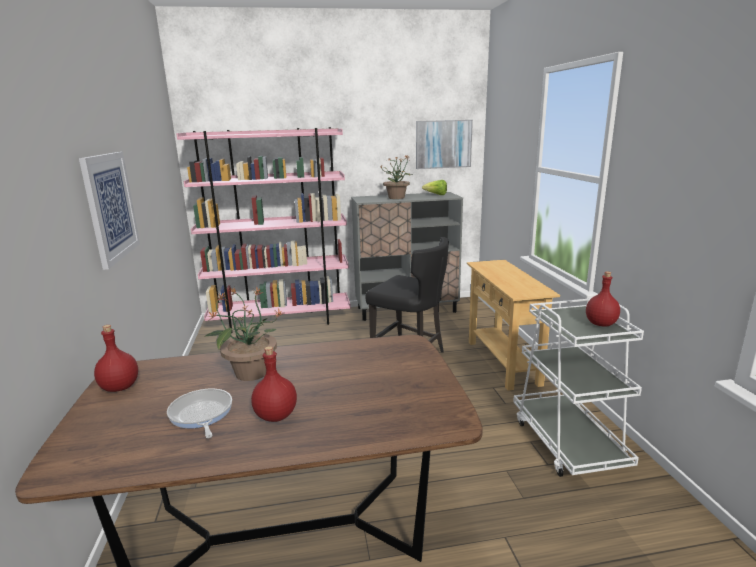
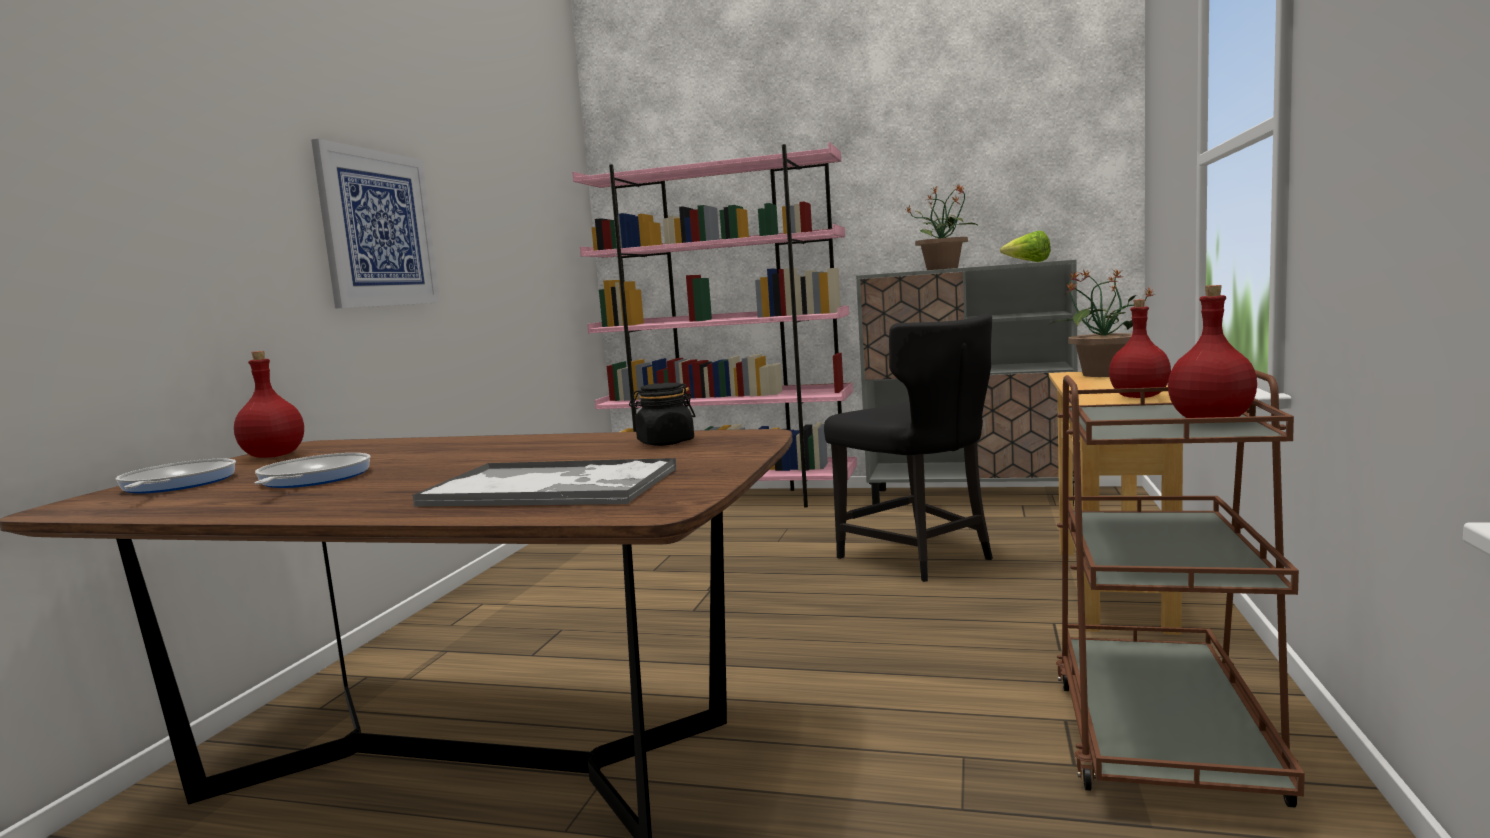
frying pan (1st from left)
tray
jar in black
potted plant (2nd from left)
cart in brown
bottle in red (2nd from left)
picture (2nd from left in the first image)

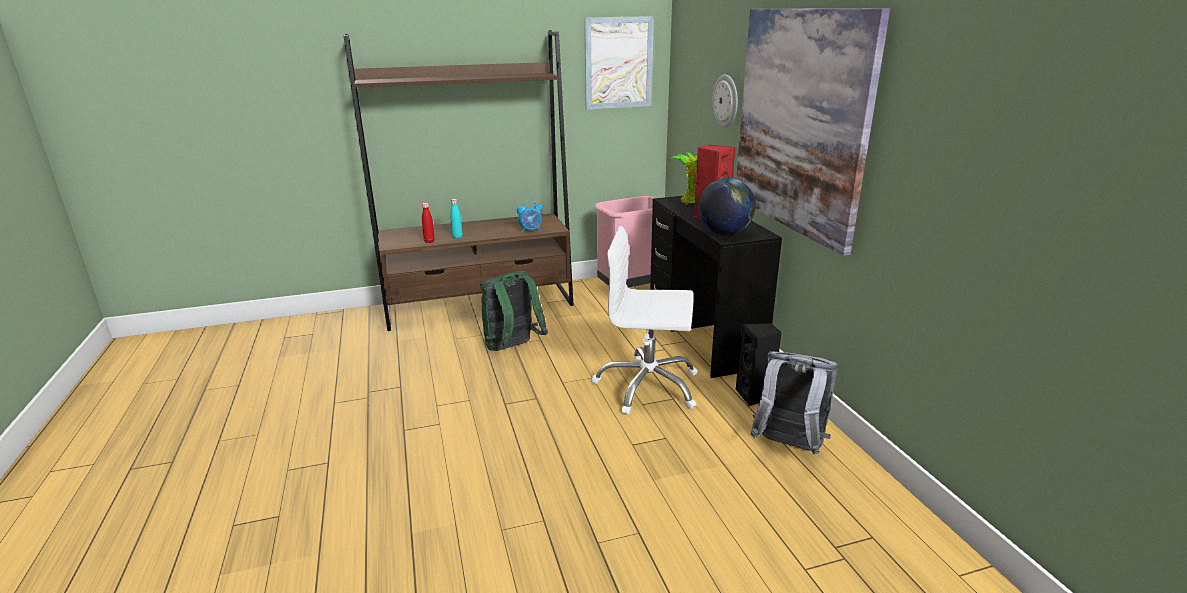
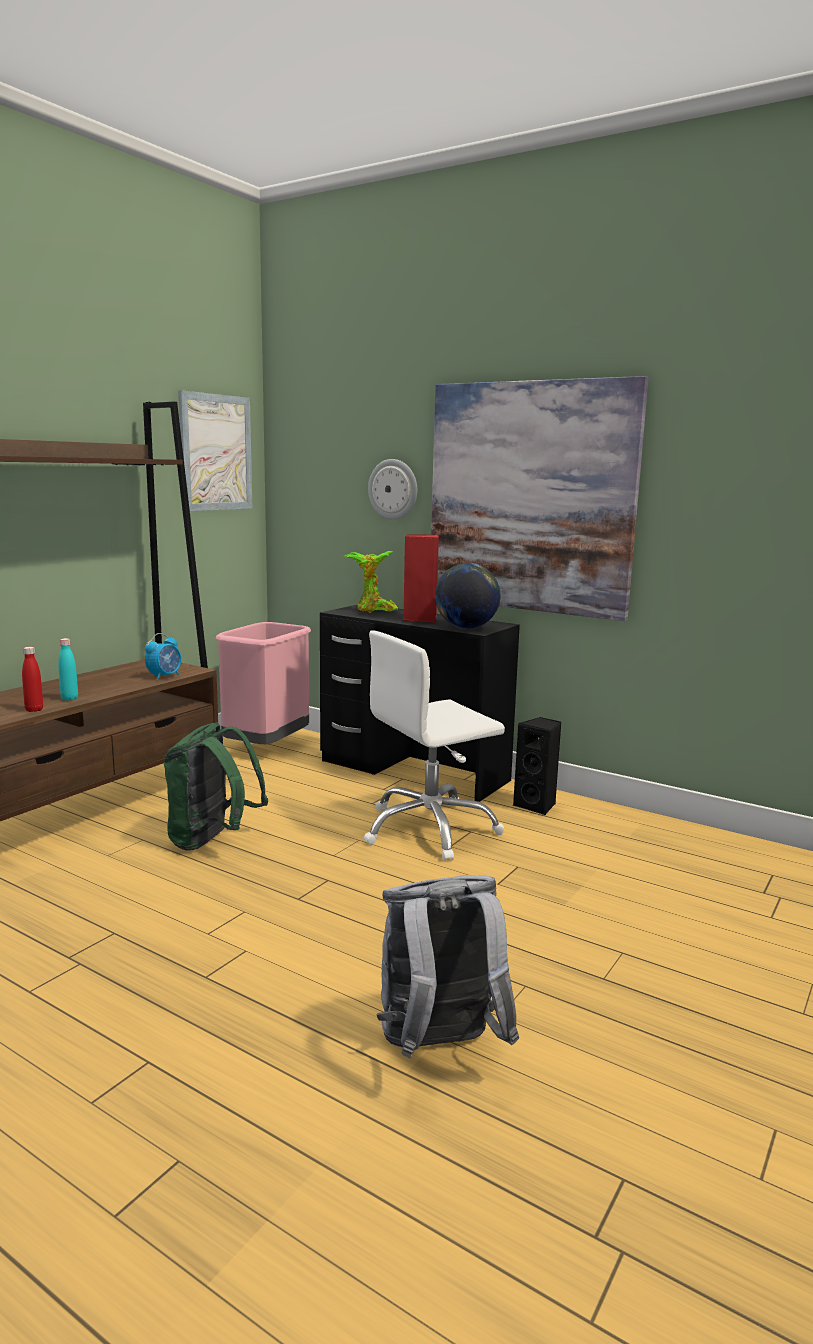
backpack in grey

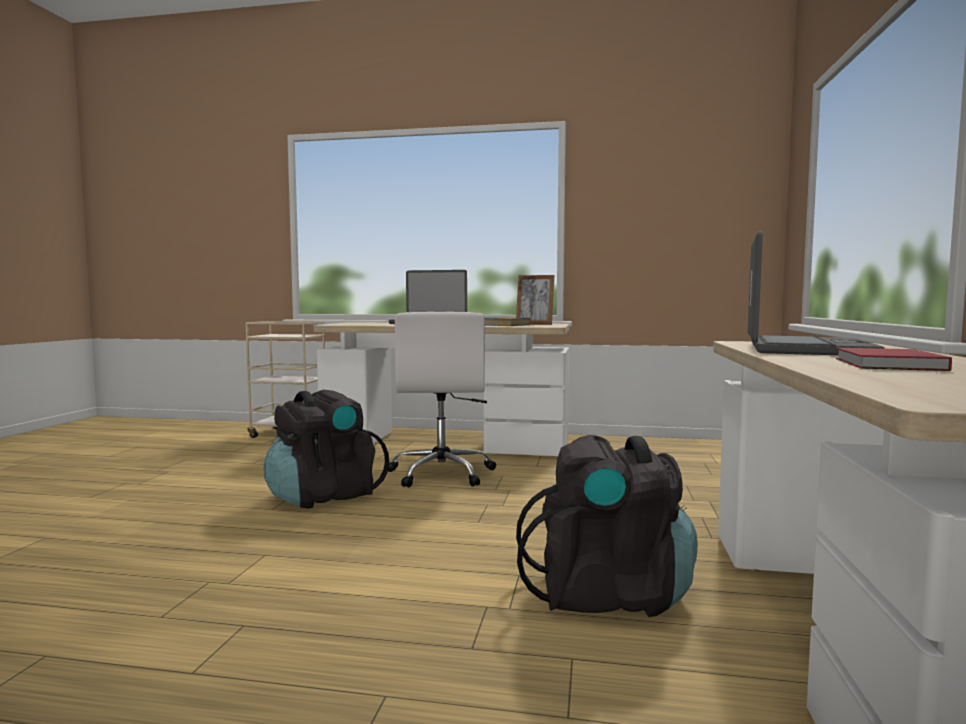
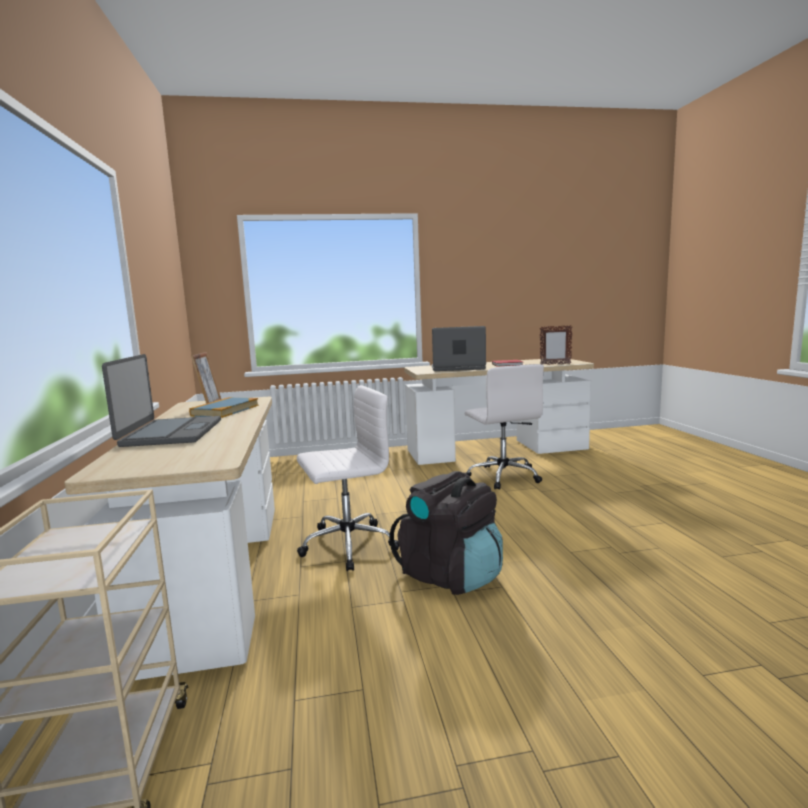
office chair in white (2nd from left)
picture frame (2nd from left)

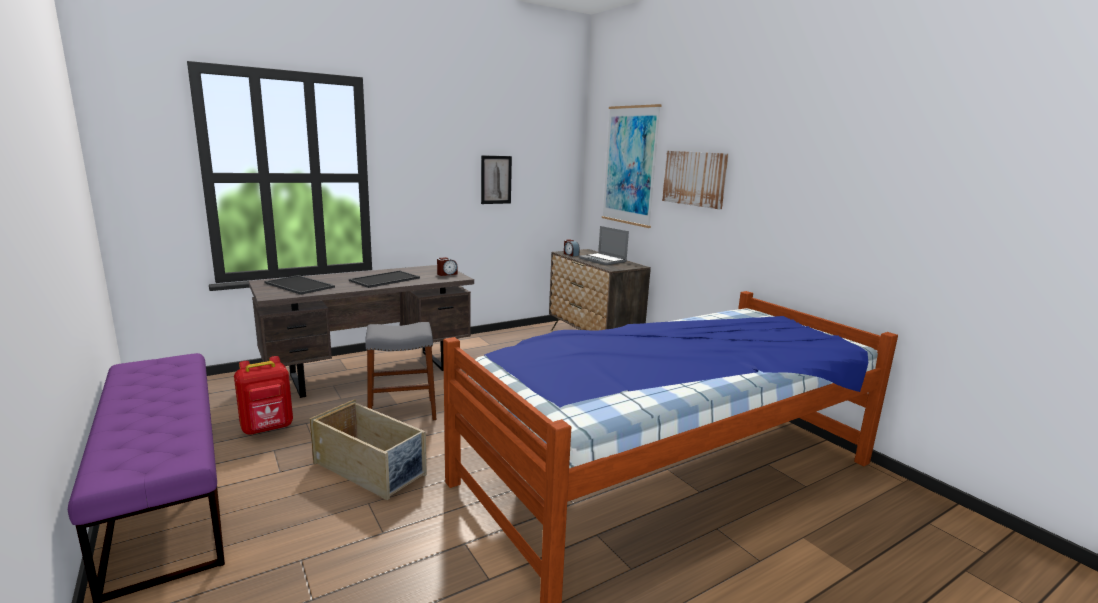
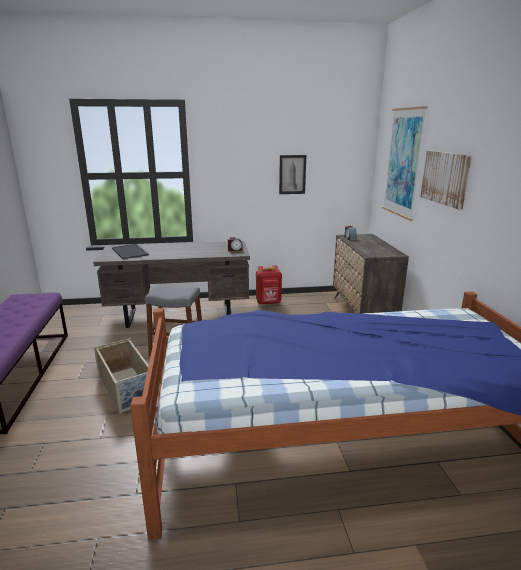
backpack in red
tray (2nd from left in the first image)
laptop

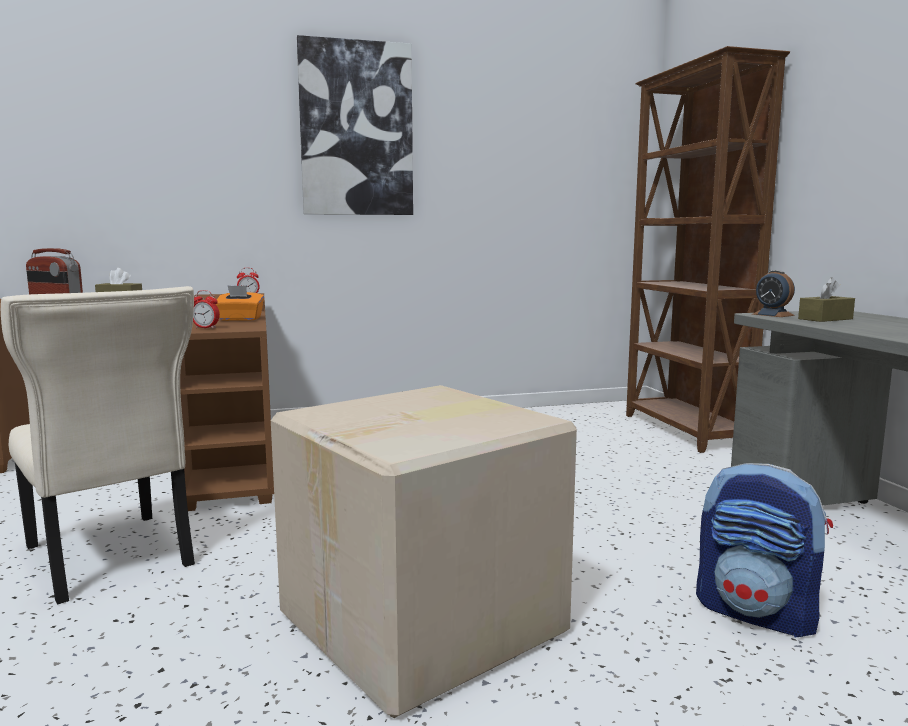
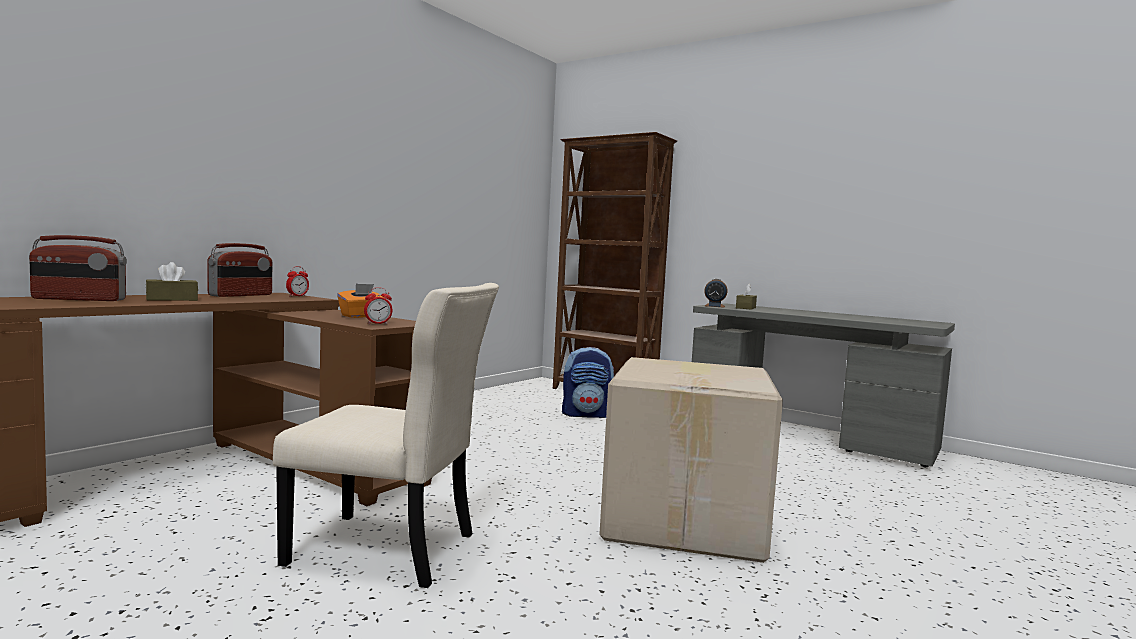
radio (2nd from left)
backpack
picture

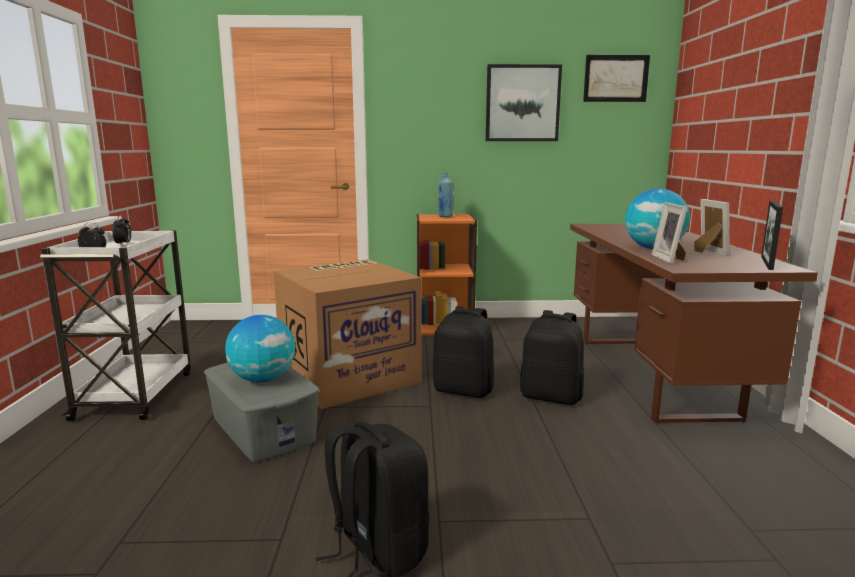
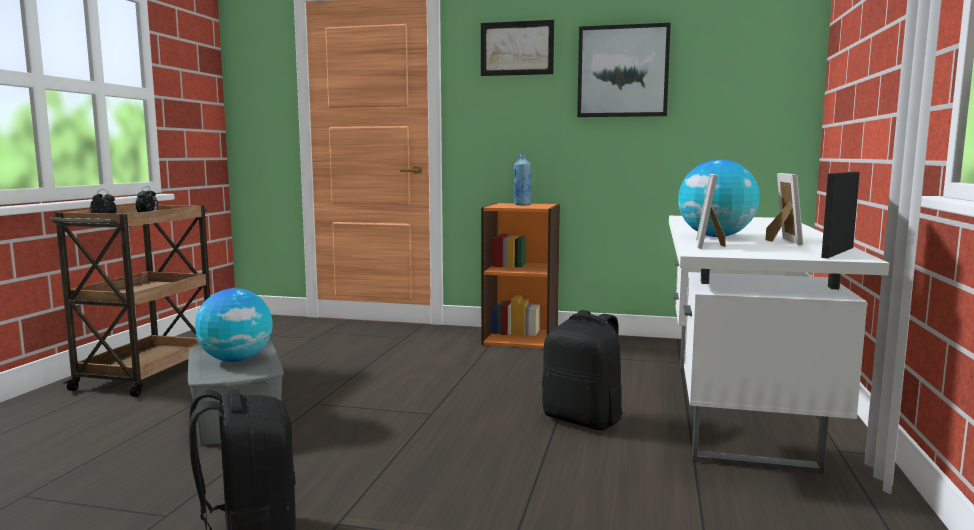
cart in brown
picture (1st from left)
desk in white
cardboard box
backpack in black (2nd from left in the first image)

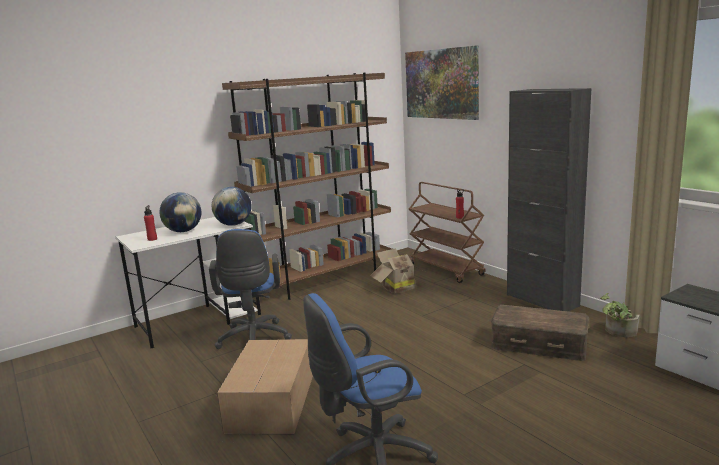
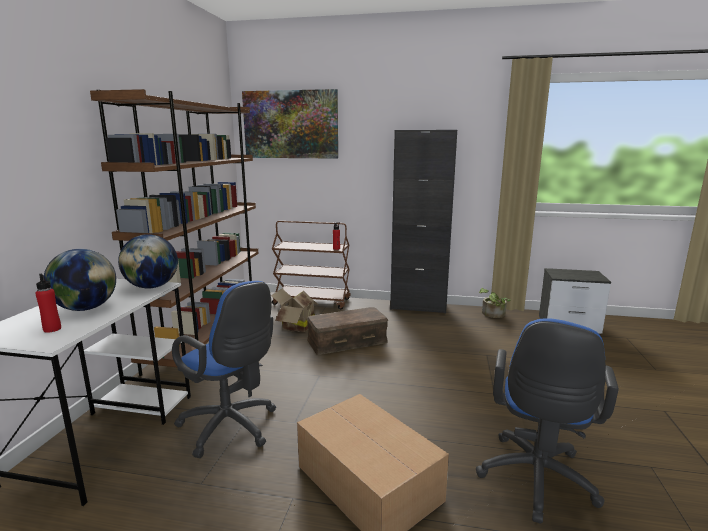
storage box in brown

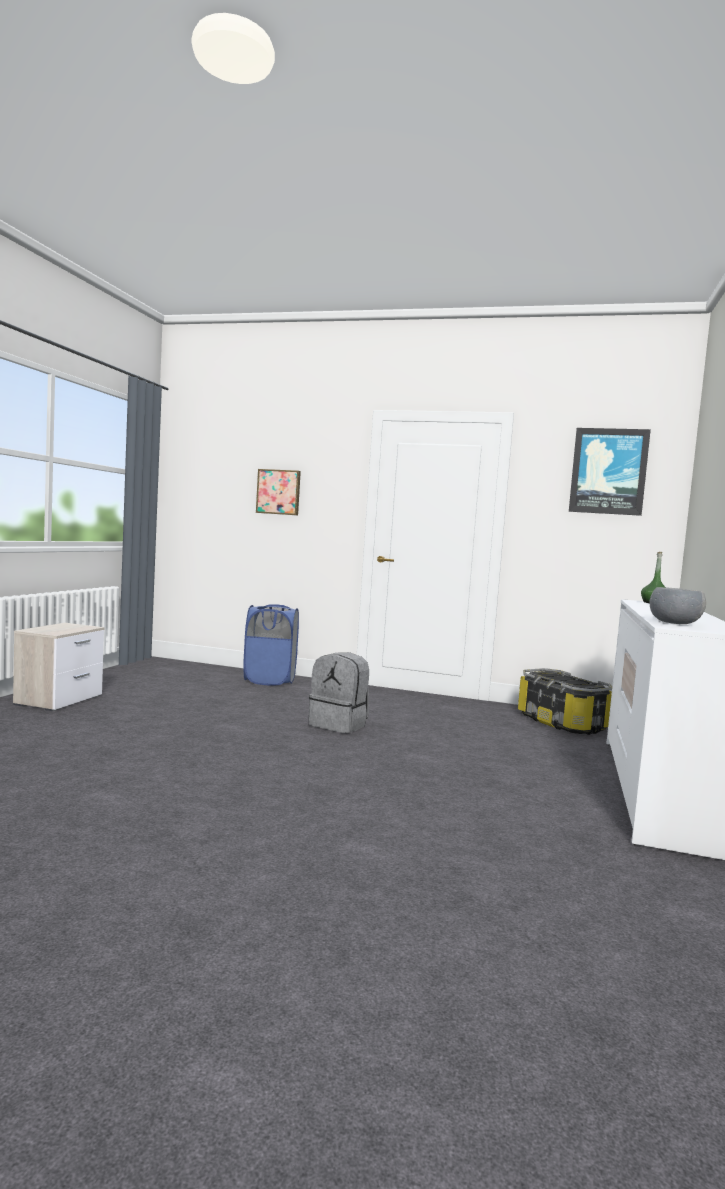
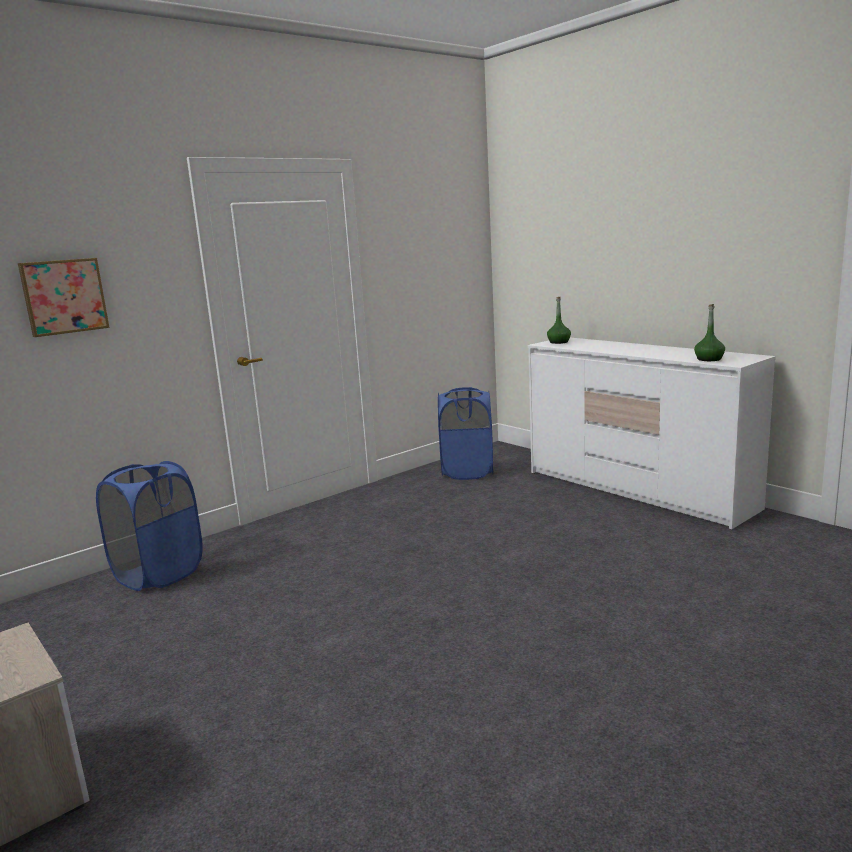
laundry basket in blue (2nd from left)
bottle in green (2nd from left)
backpack in grey
picture (2nd from left in the first image)

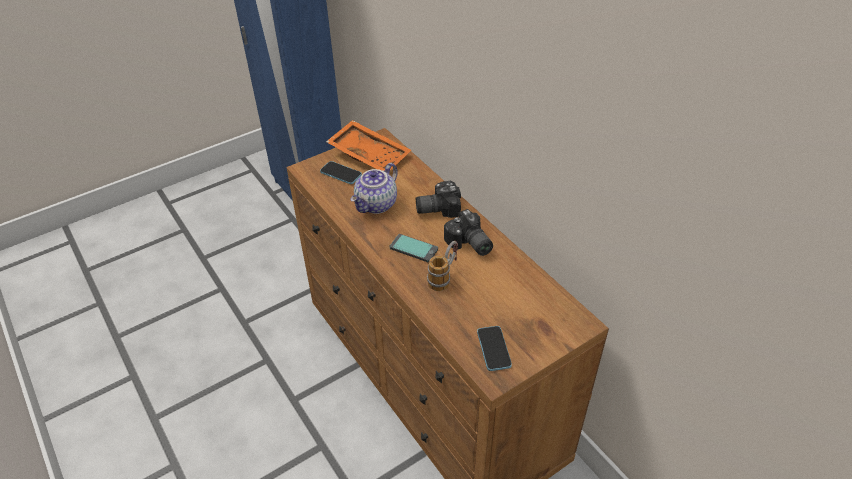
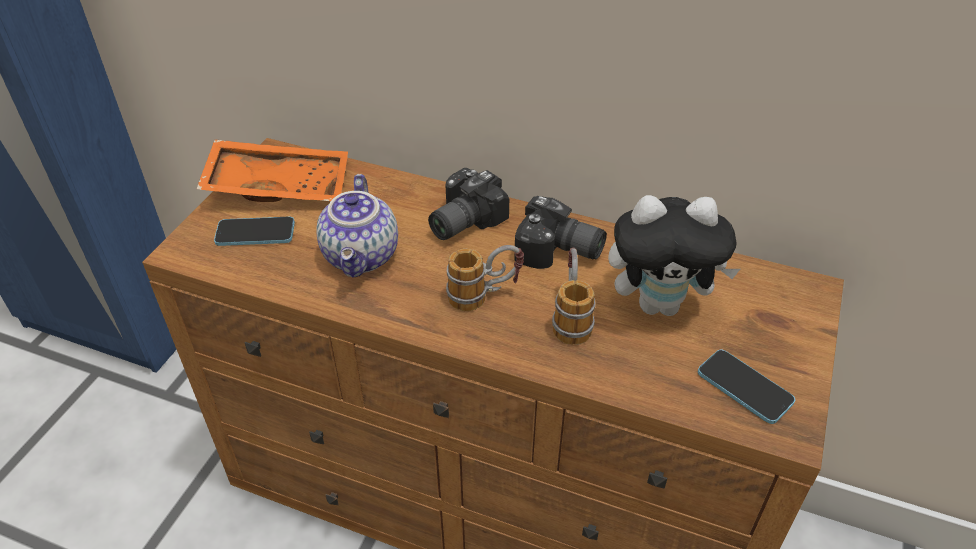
mug (1st from left)
plush toy

